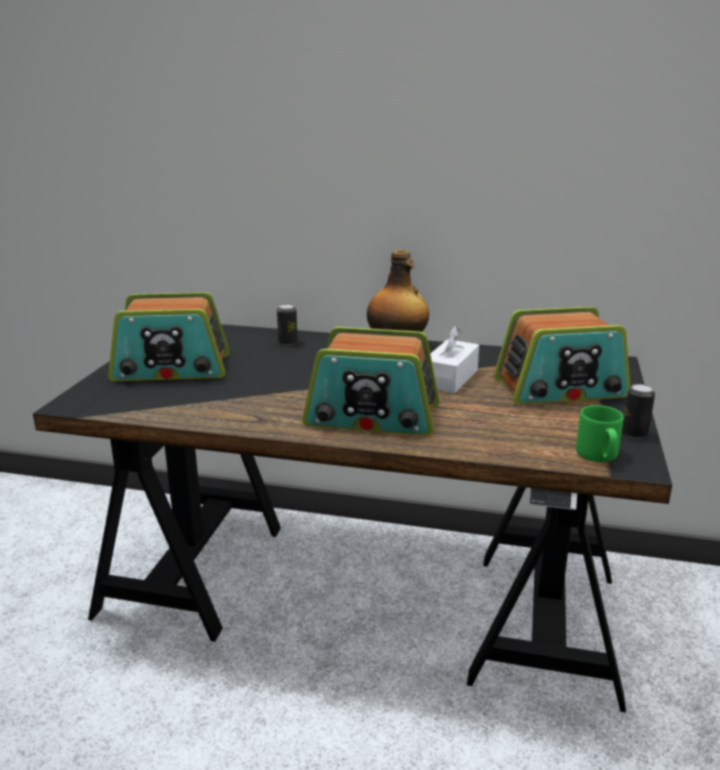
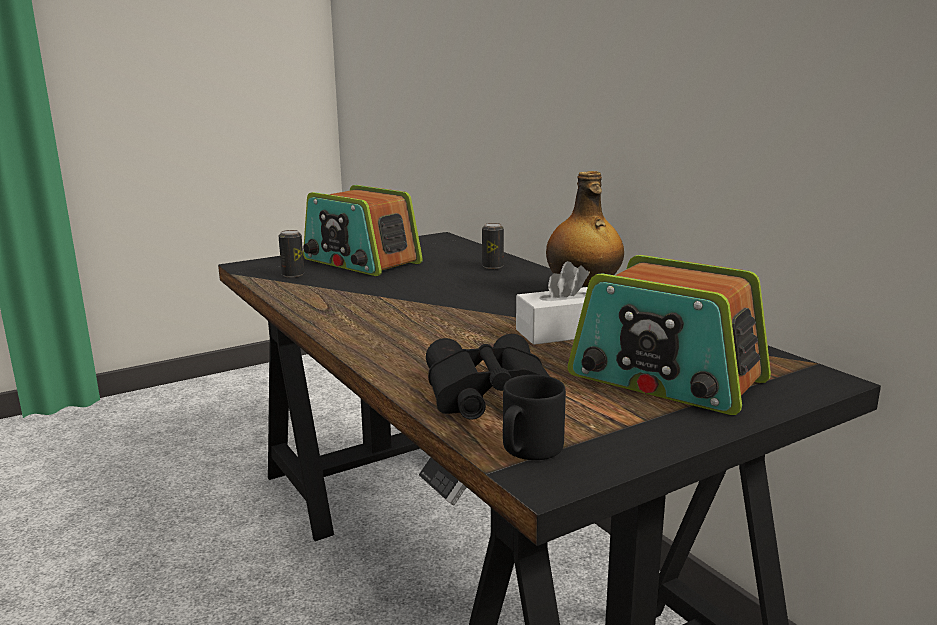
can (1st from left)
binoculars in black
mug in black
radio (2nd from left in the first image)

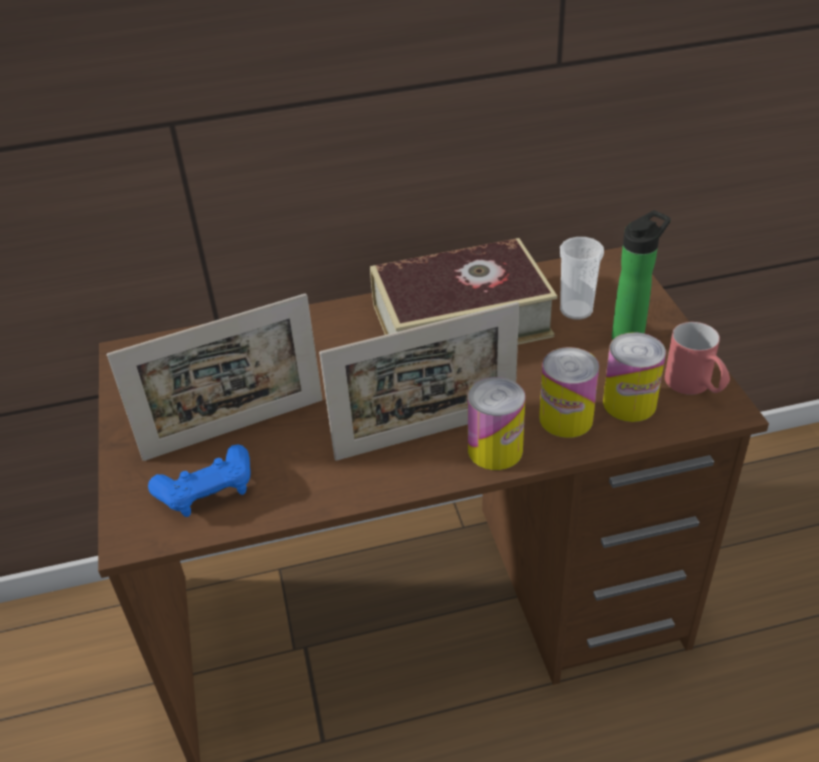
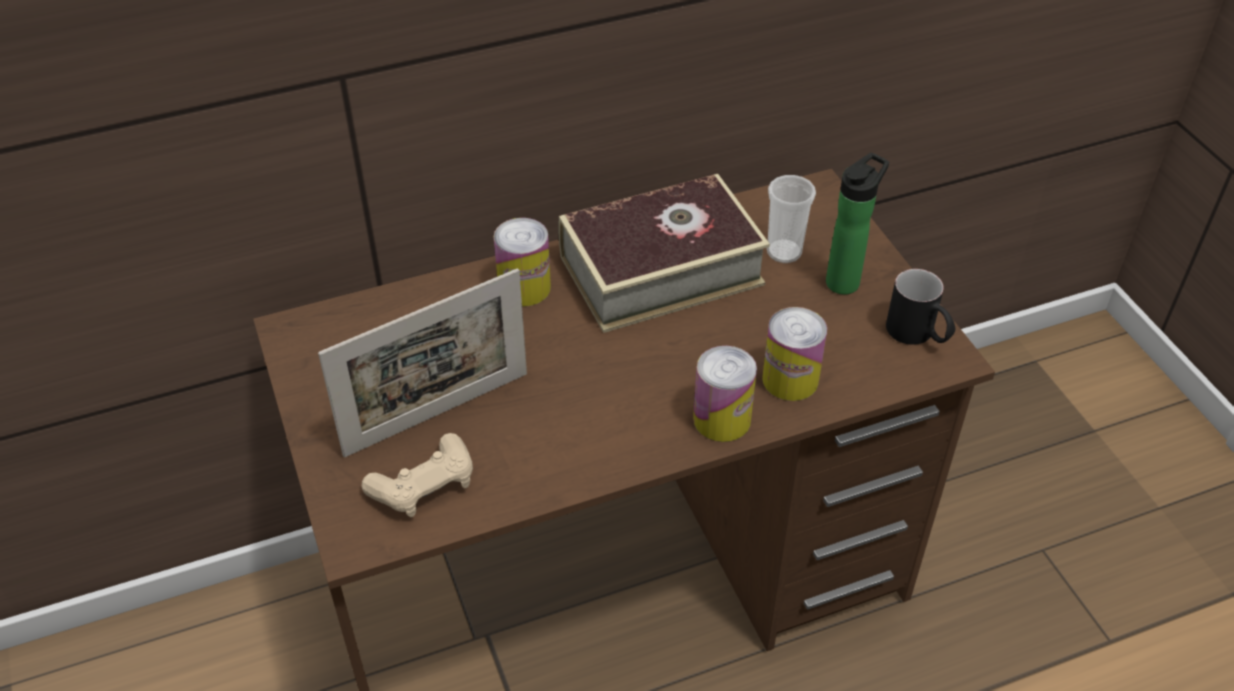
game controller in beige
can (1st from left)
mug in black
picture frame (2nd from left in the first image)

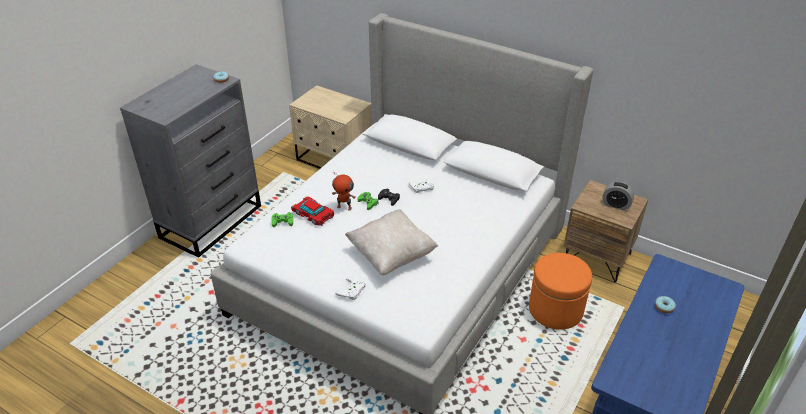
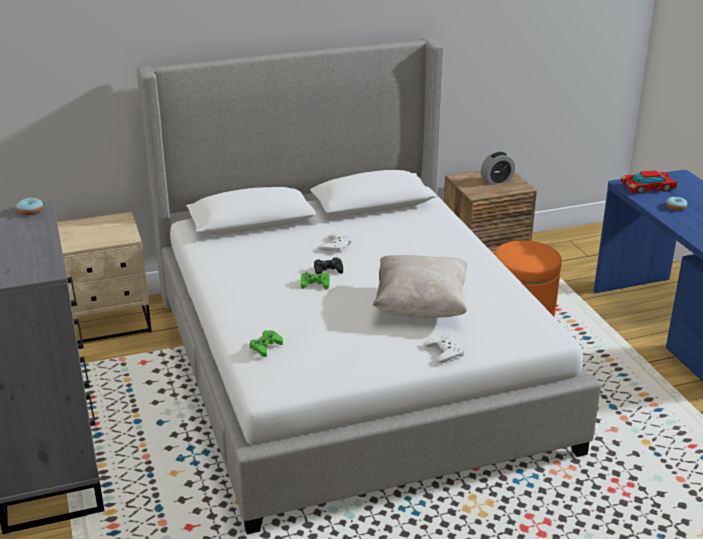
toy car
toy robot

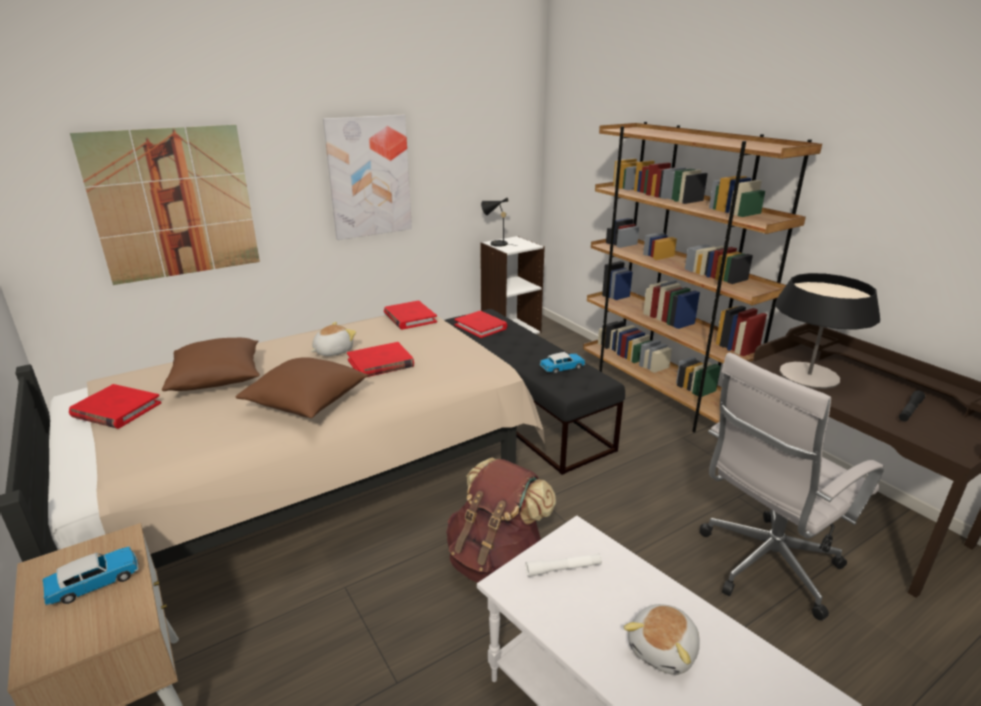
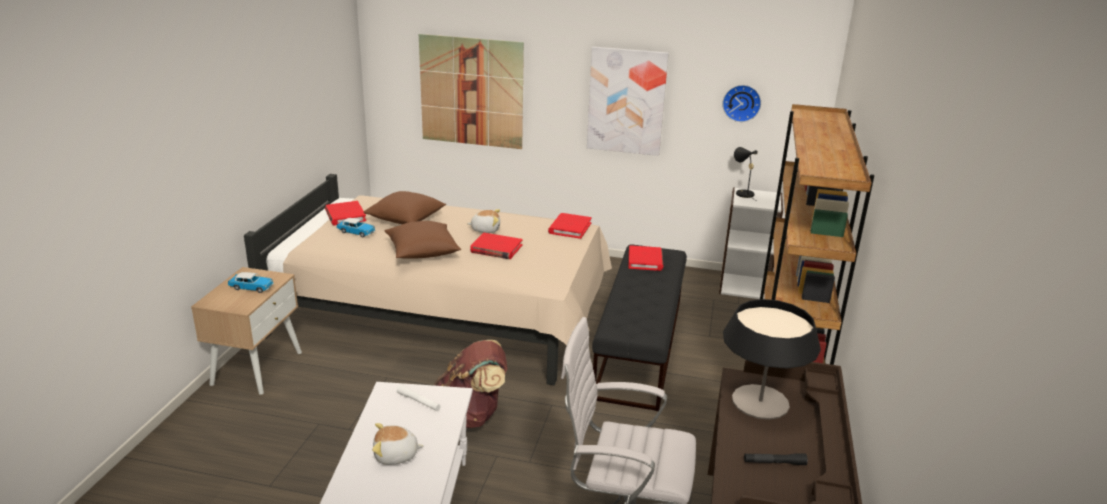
toy car (2nd from left)
wall clock

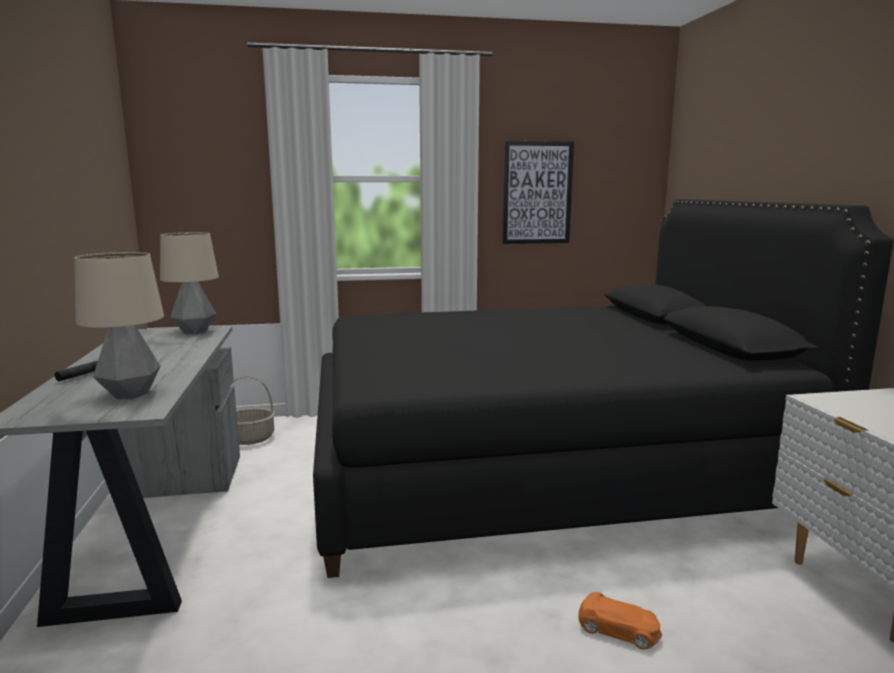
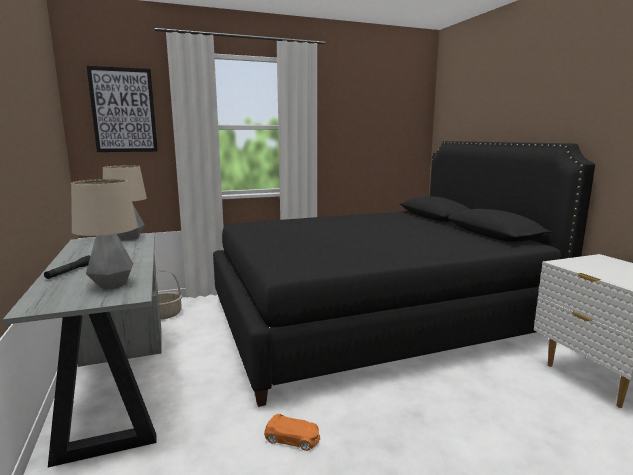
picture
toy car in orange

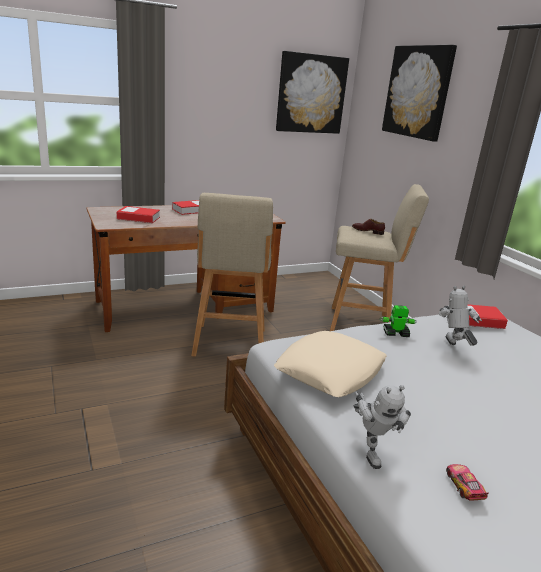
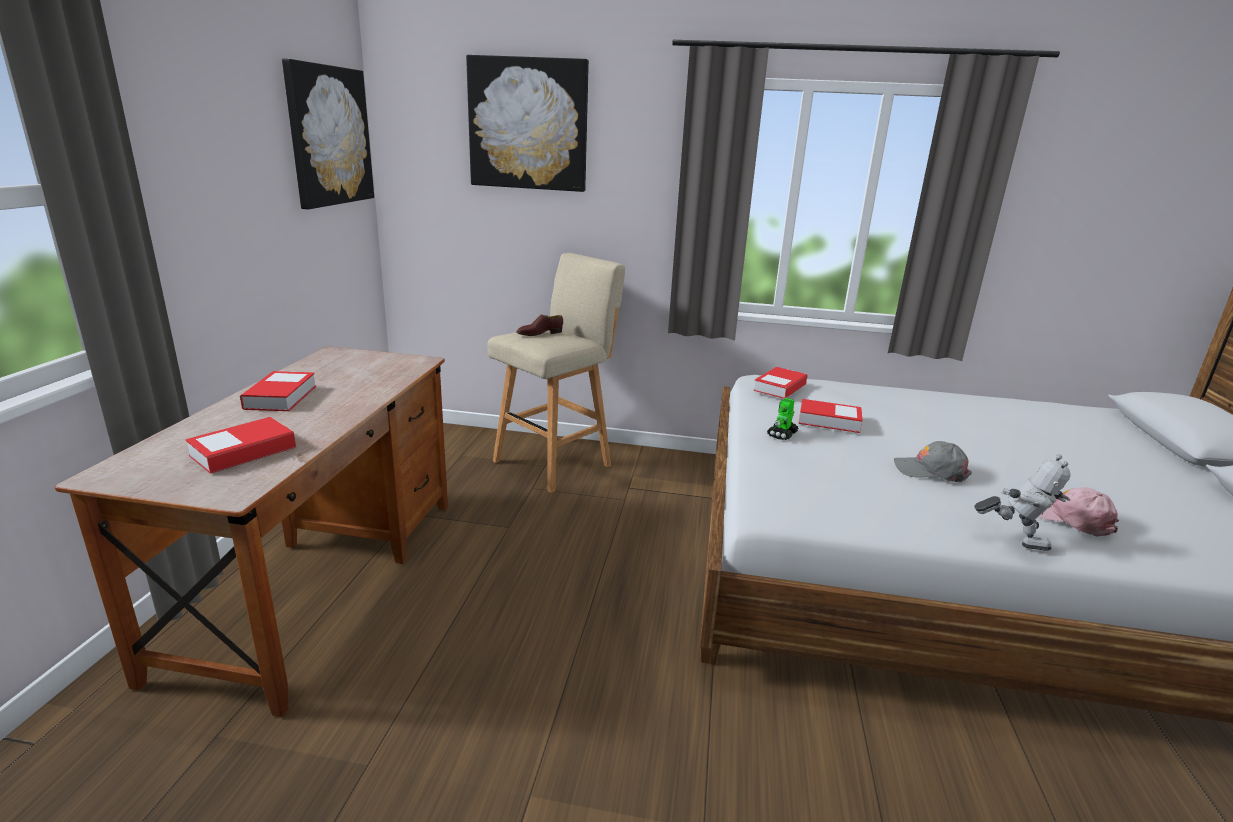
book (4th from left)
cap in grey
cap in pink
stool in beige (1st from left in the first image)
pillow in beige

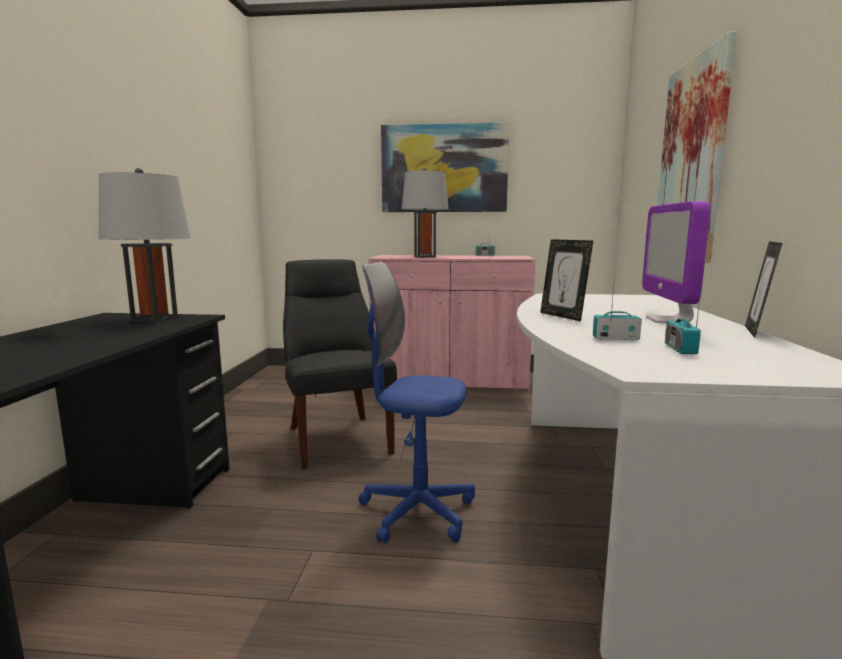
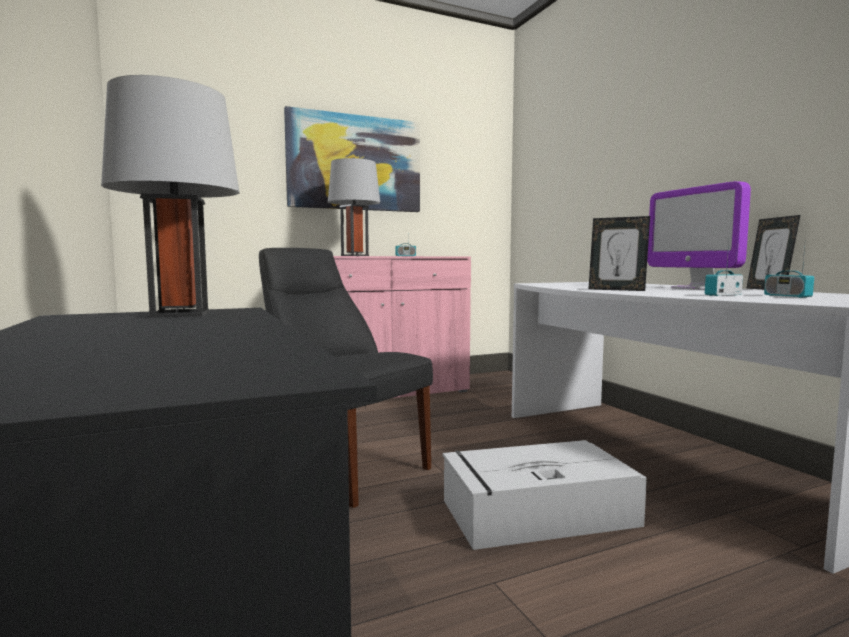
storage box in grey
picture (2nd from left in the first image)

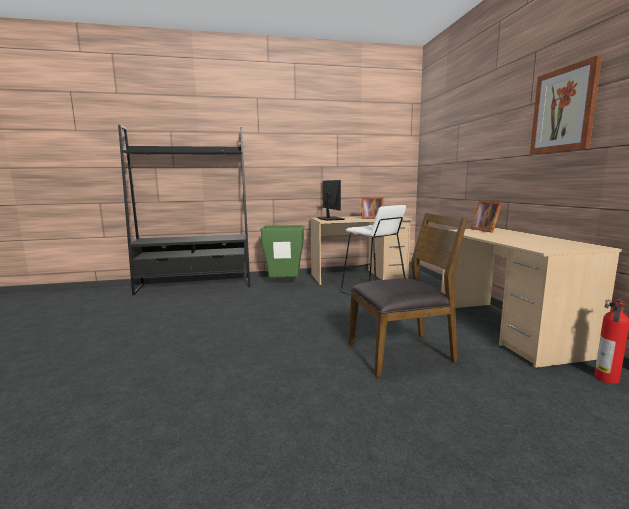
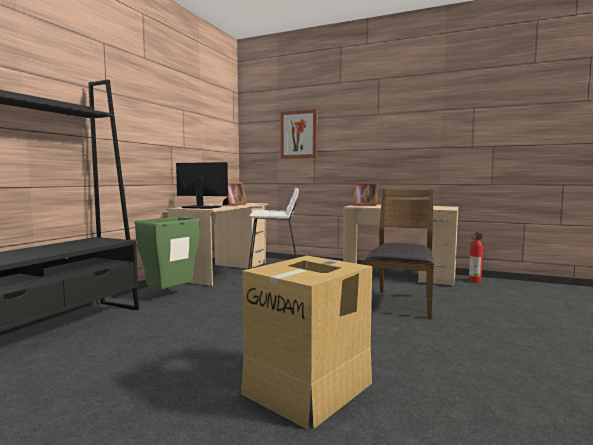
cardboard box
picture

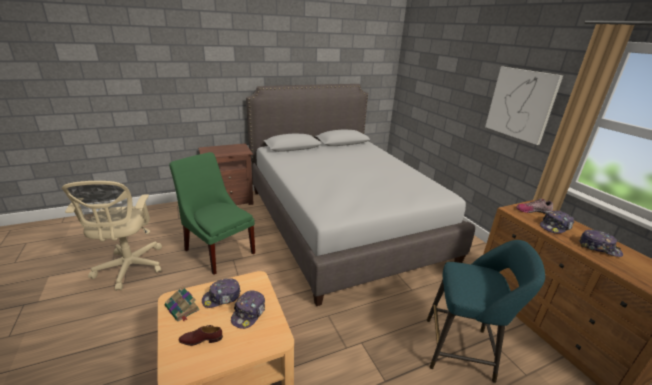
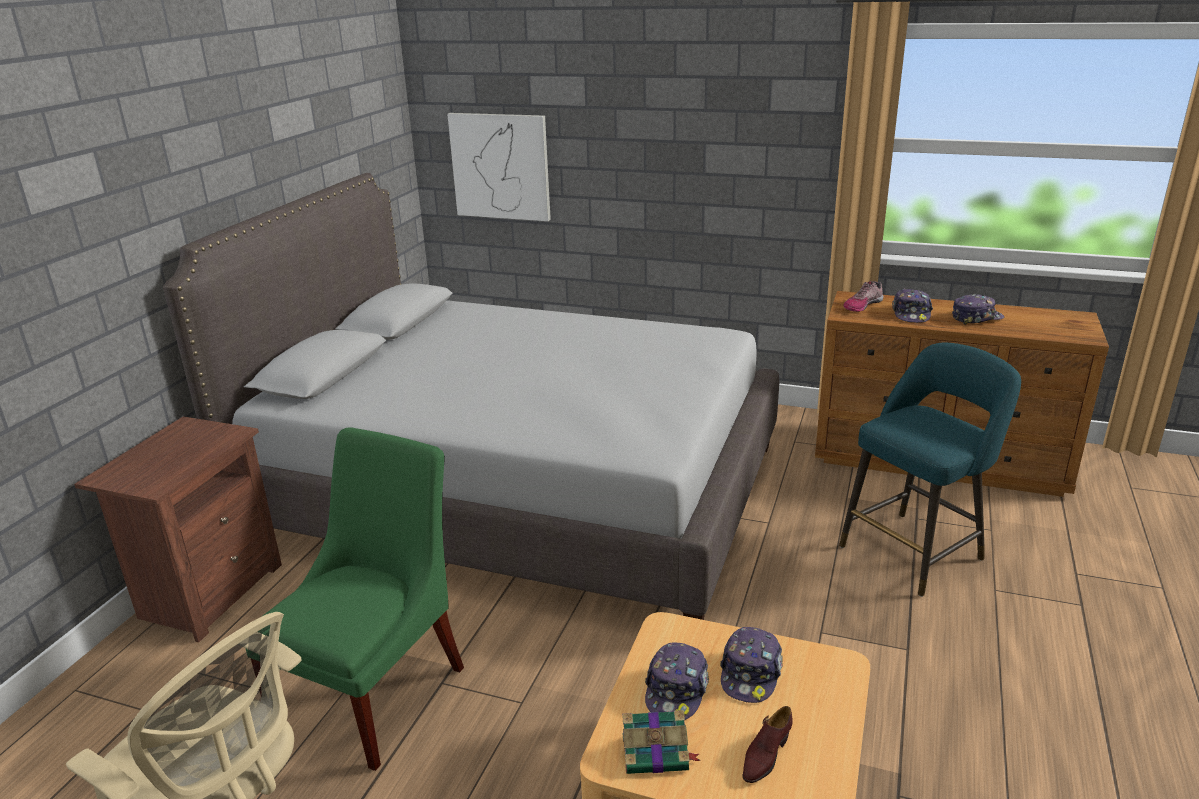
chair in green
picture
cap (2nd from left)

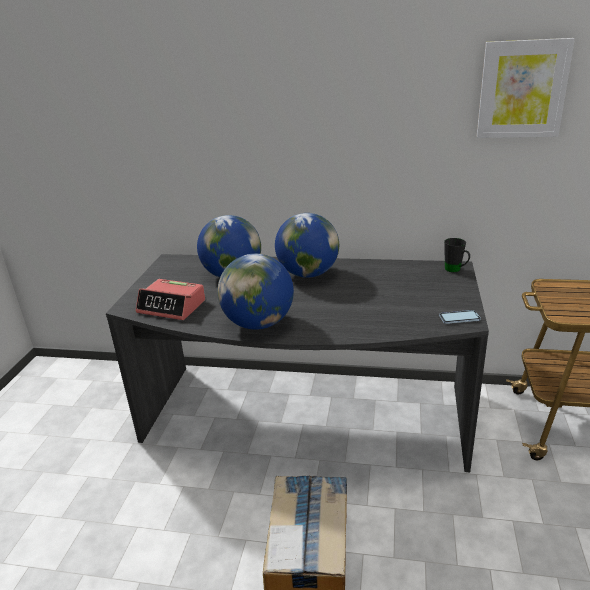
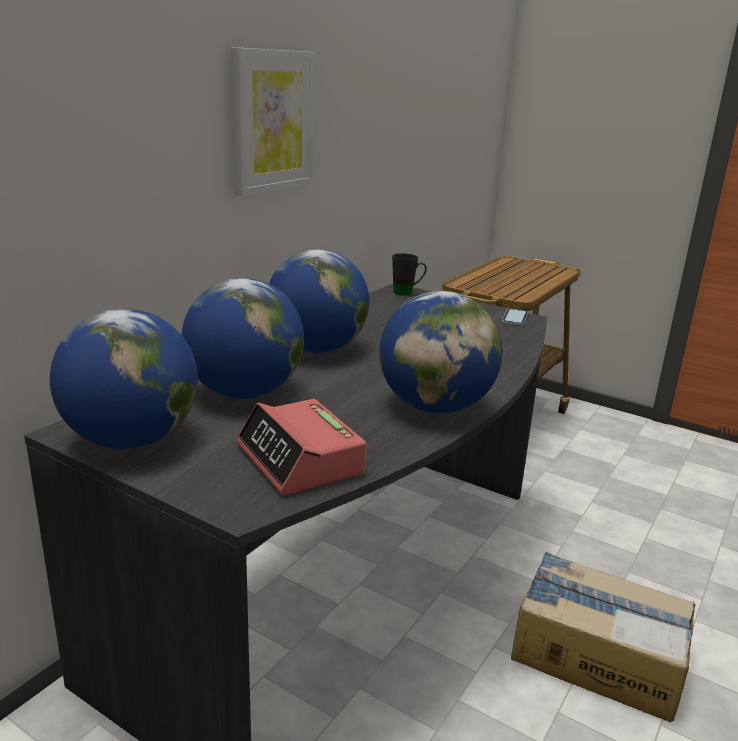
globe (1st from left)
picture
alarm clock

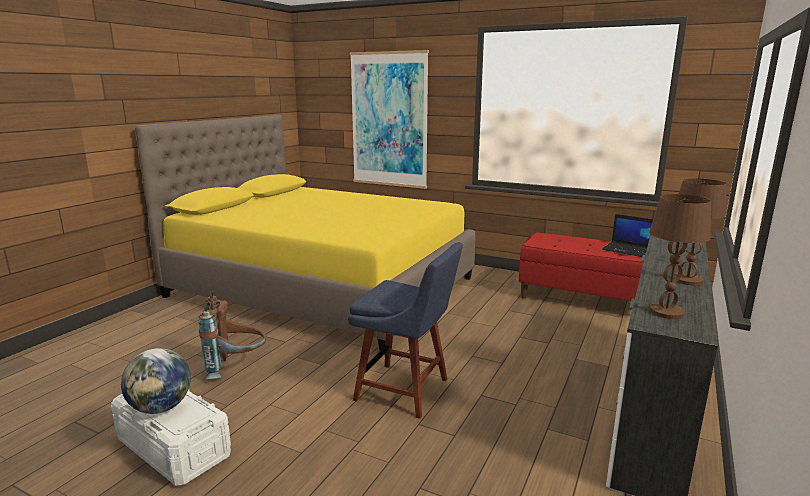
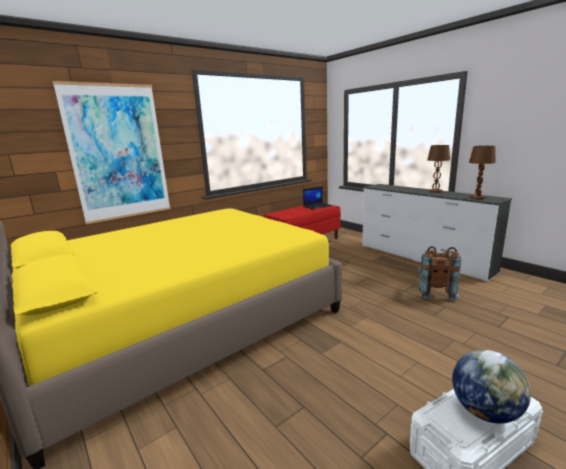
backpack in brown
chair in blue

